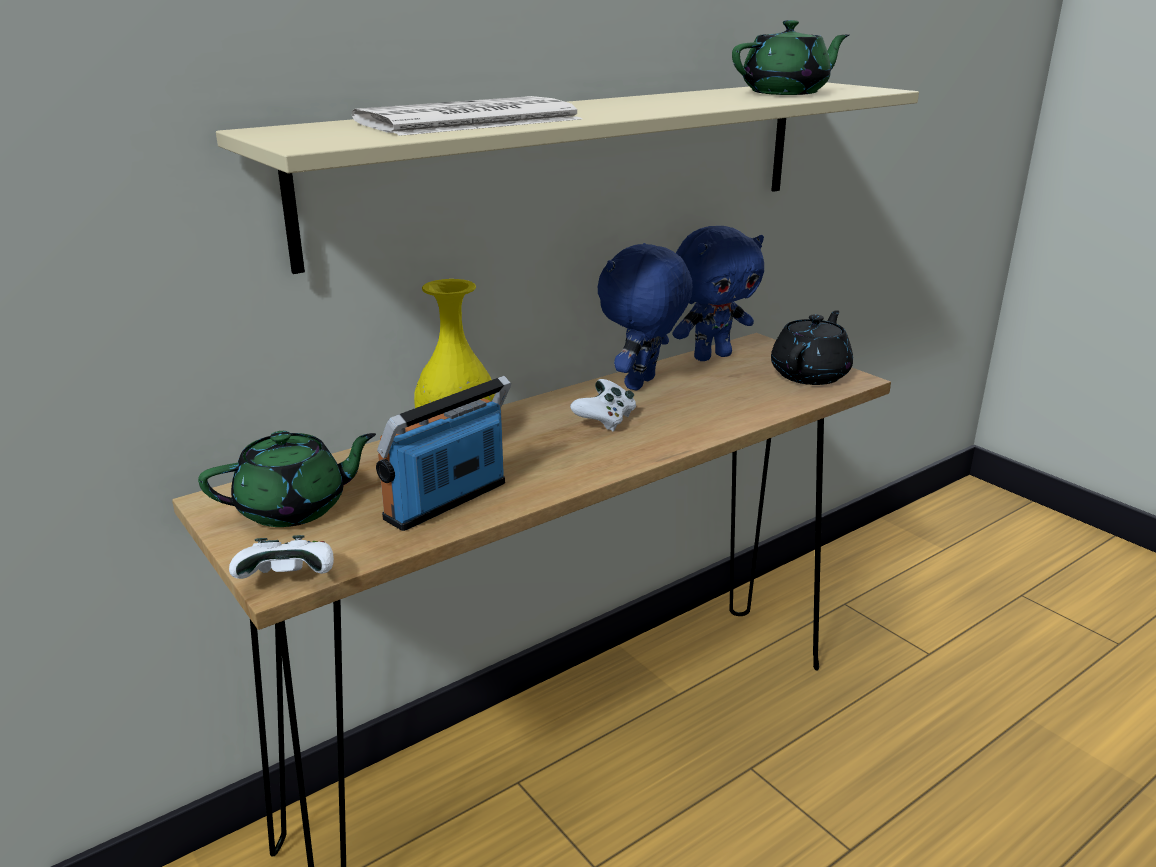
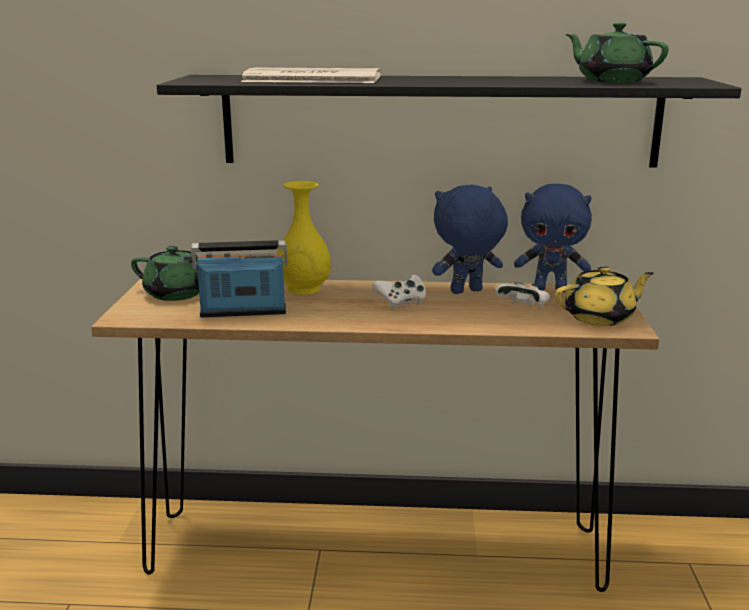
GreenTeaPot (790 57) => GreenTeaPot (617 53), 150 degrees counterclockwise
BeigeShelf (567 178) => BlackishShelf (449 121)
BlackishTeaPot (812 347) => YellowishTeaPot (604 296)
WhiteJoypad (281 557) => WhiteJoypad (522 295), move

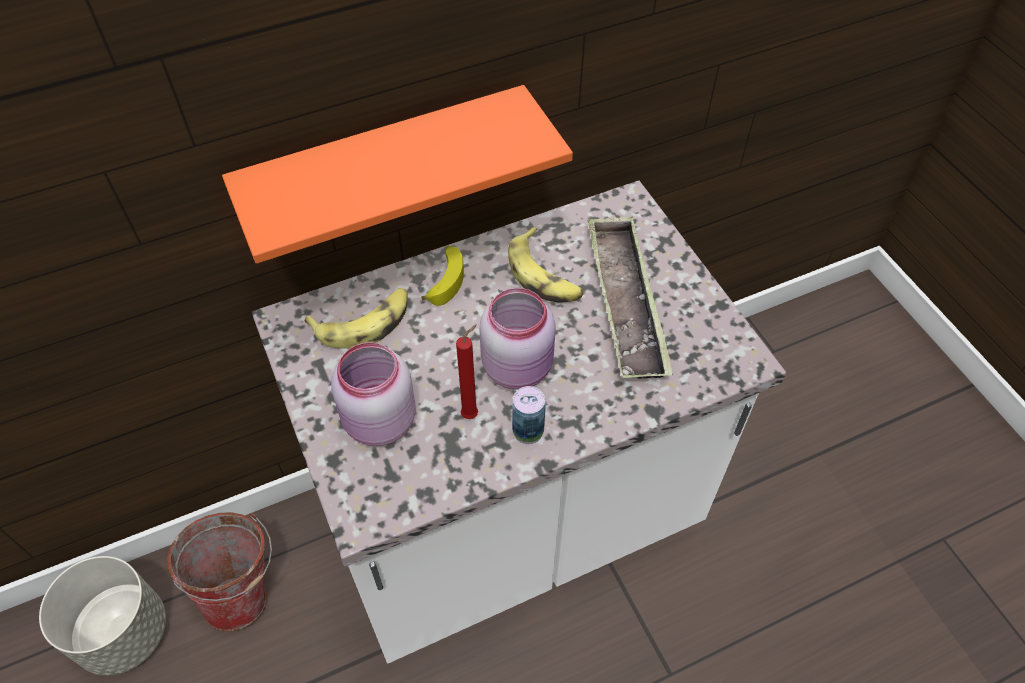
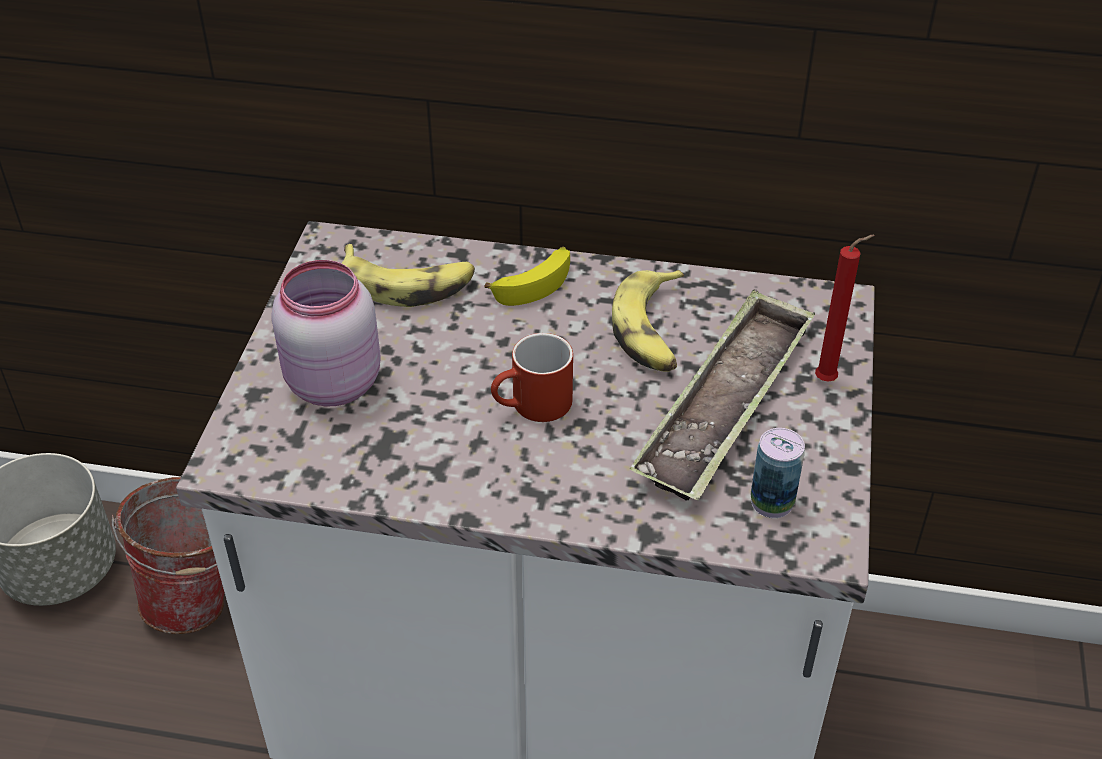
OrangeShelf (397 174) => nothing
PinkColouredPreserveJar (517 339) => RedCoffeeMug (532 377)
RedWaxCandle (467 372) => RedWaxCandle (845 308), move
SealedCan (529 415) => SealedCan (778 473), move

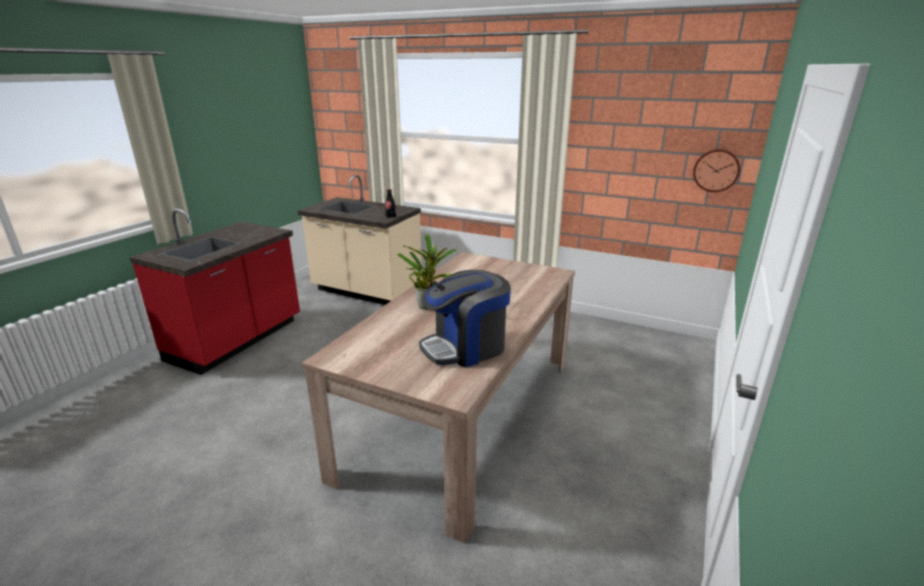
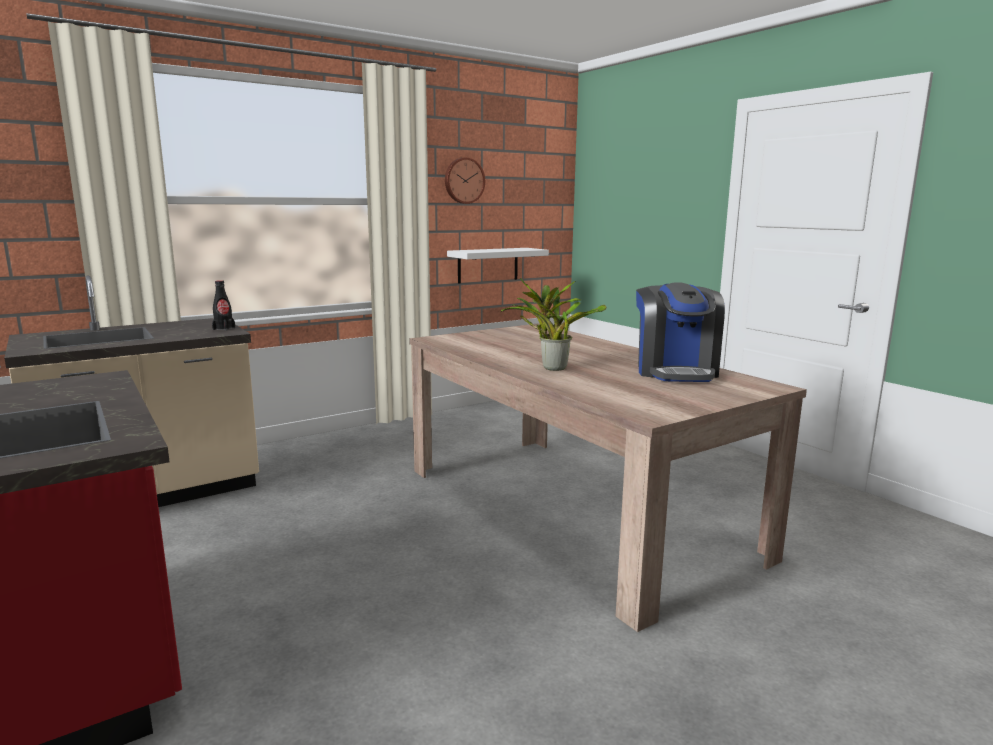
HangingClock (716 170) => HangingClock (465 181), move
nothing => WhiteShelf (498 266)

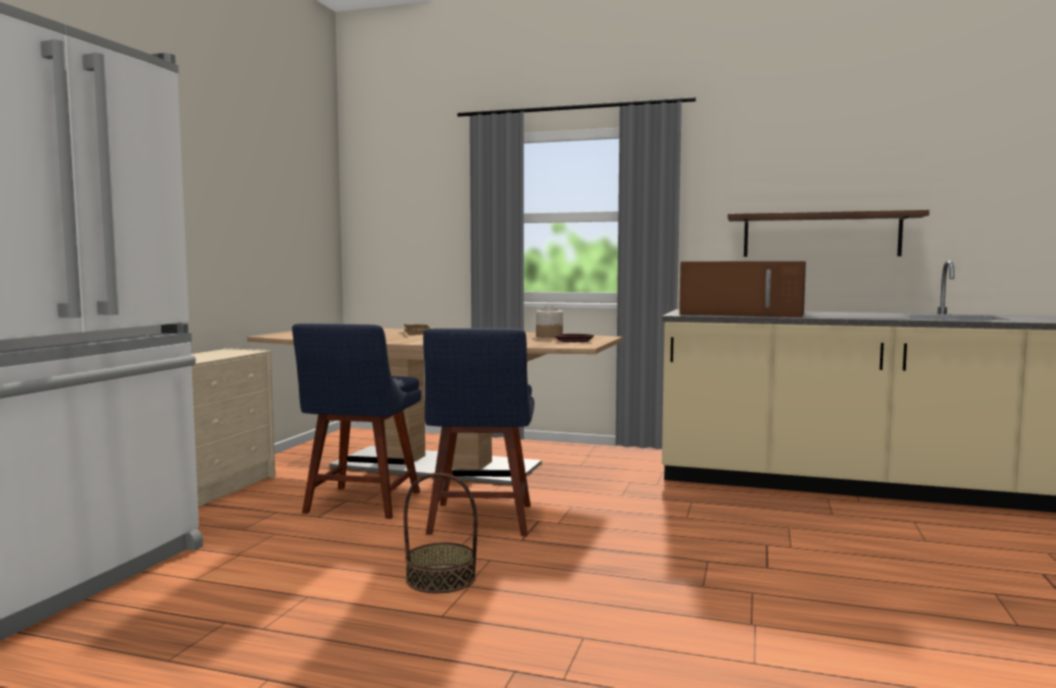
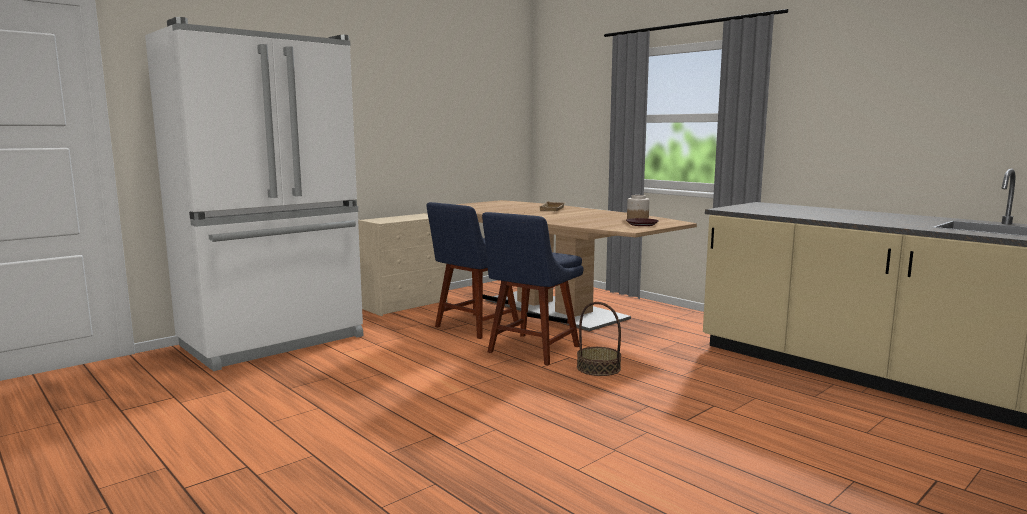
Shelf (828 233) => nothing
BrownColouredMicrowave (742 289) => nothing
HouseholdBasket (441 533) => HouseholdBasket (599 339), move

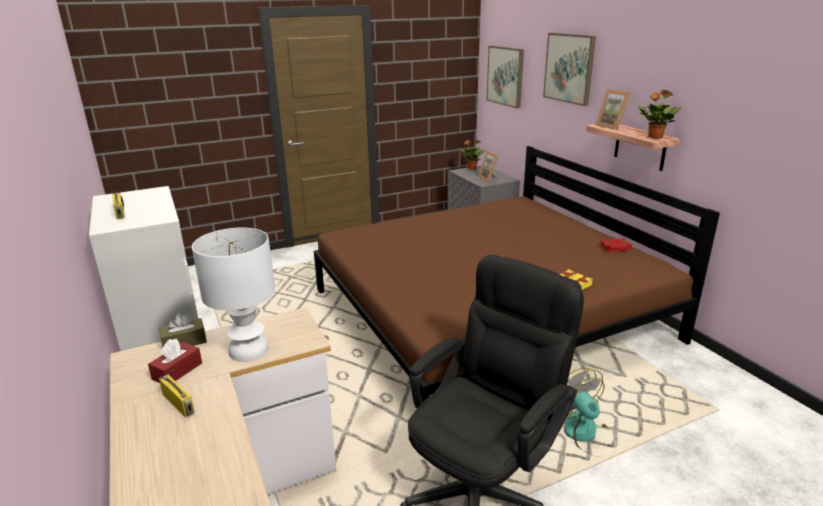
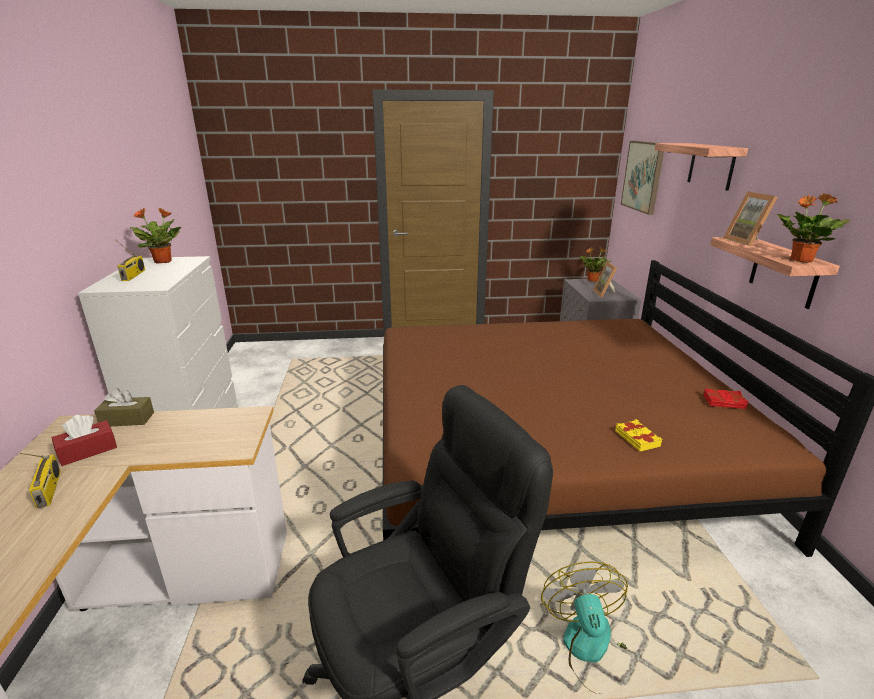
WallPicture (569 69) => Shelf (701 167)
WhiteLampForATable (233 295) => nothing
nothing => Houseplant (155 236)

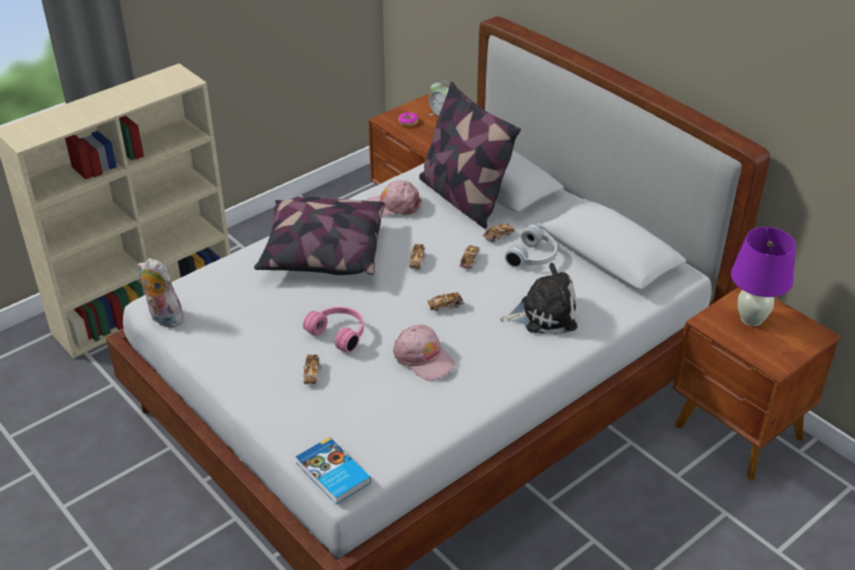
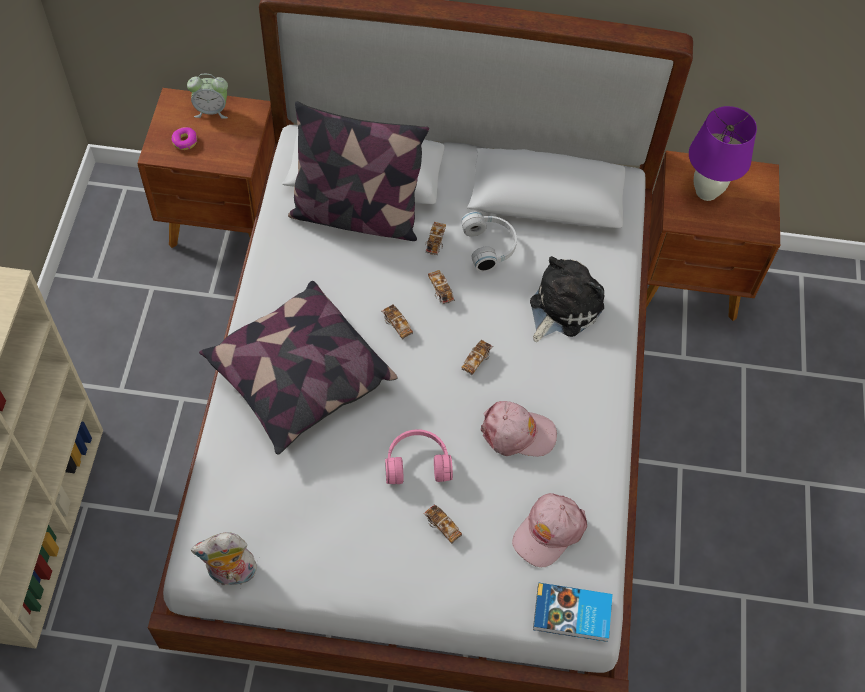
PinkColouredCap (393 198) => PinkColouredCap (549 530), move

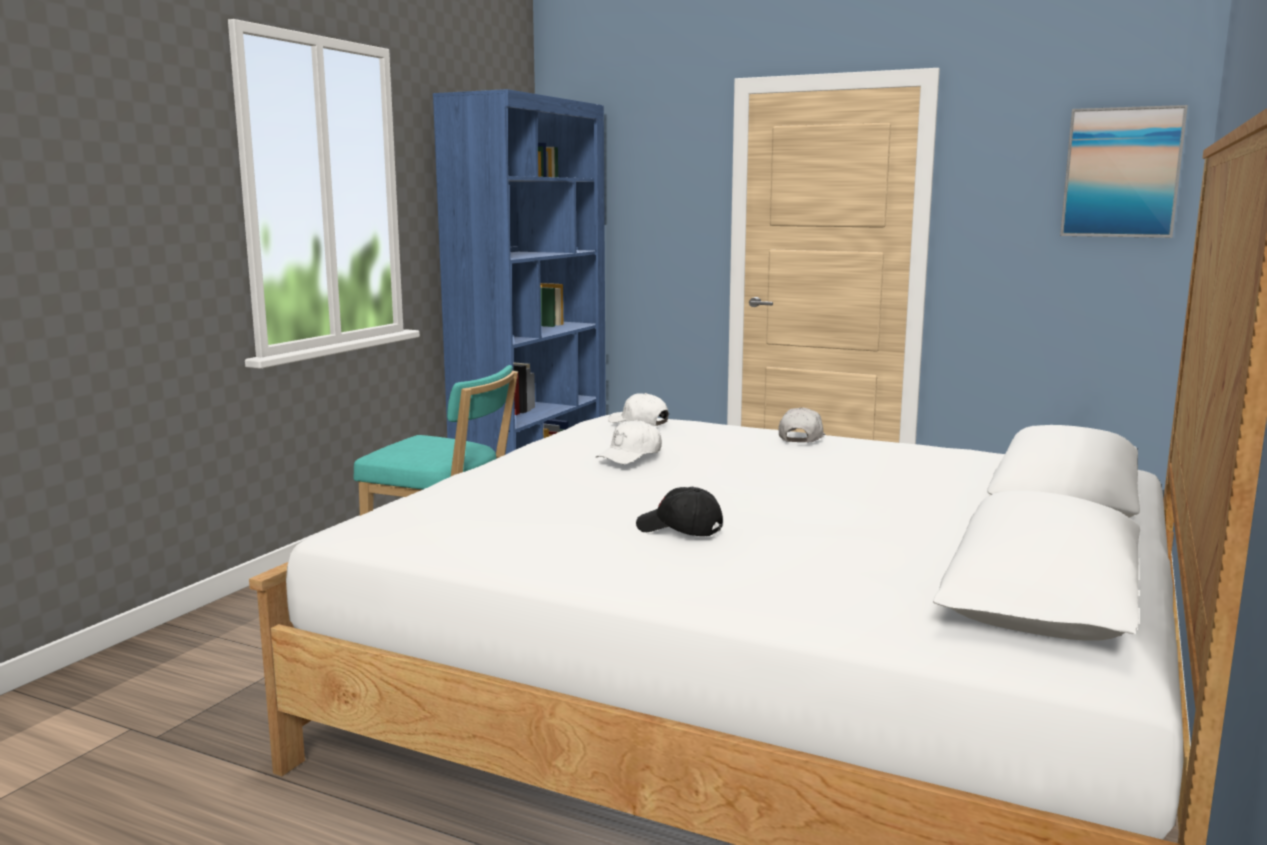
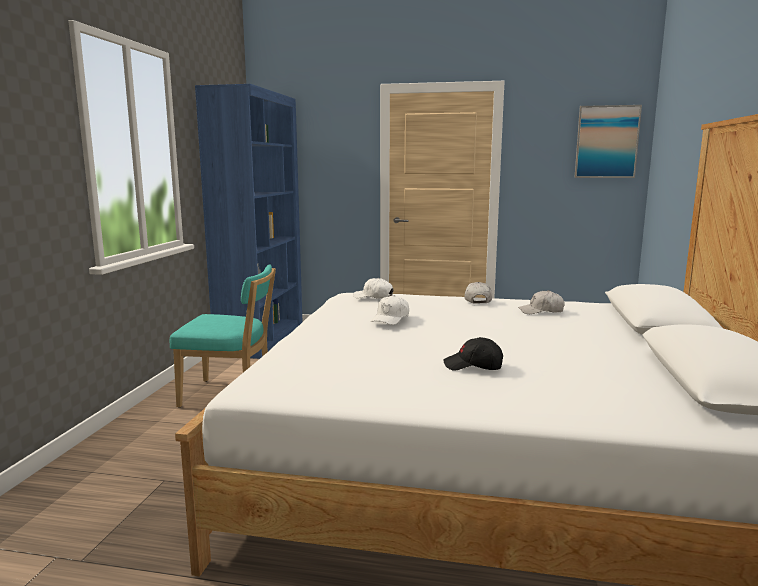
nothing => WhiteCap (541 302)

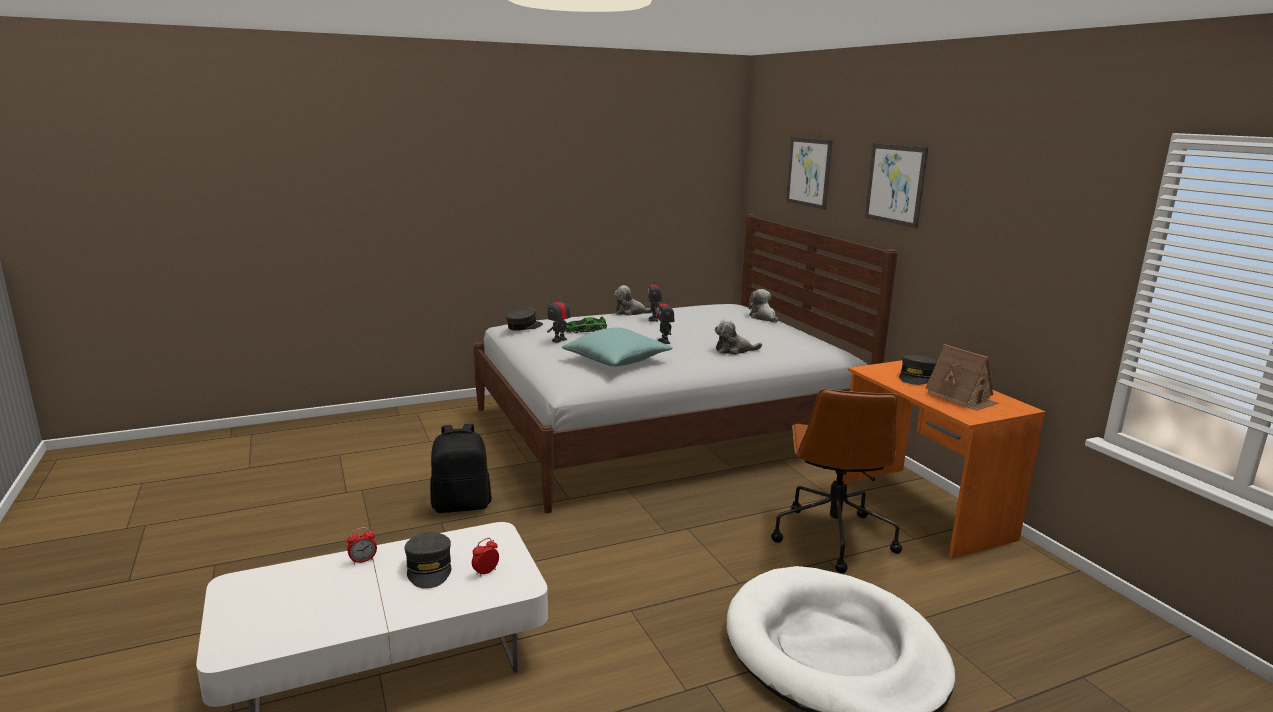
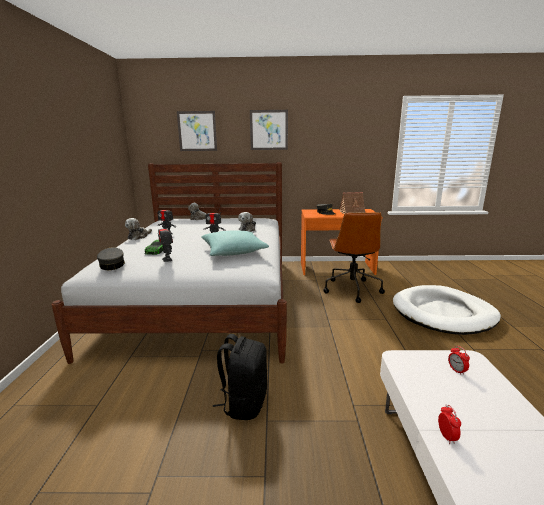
BrownColouredComputerChair (836 481) => BrownColouredComputerChair (354 257), 60 degrees clockwise
GrayCap (428 560) => nothing

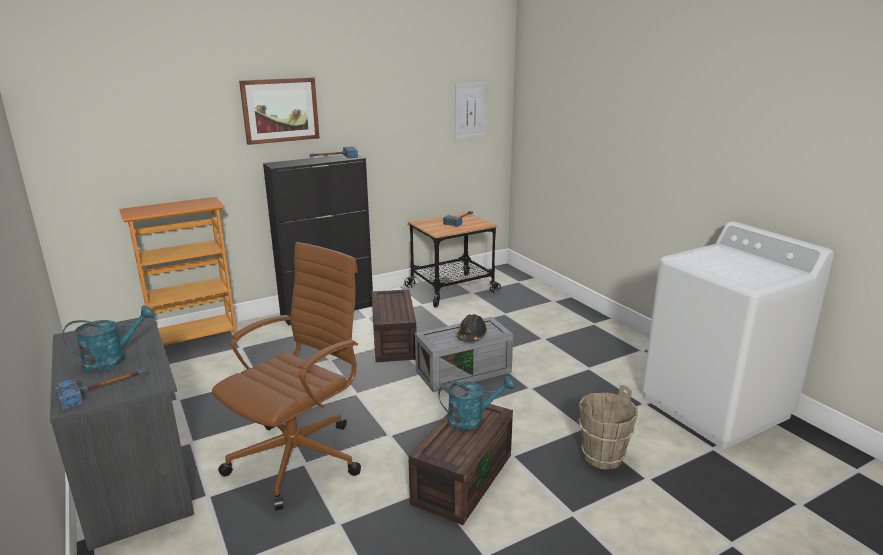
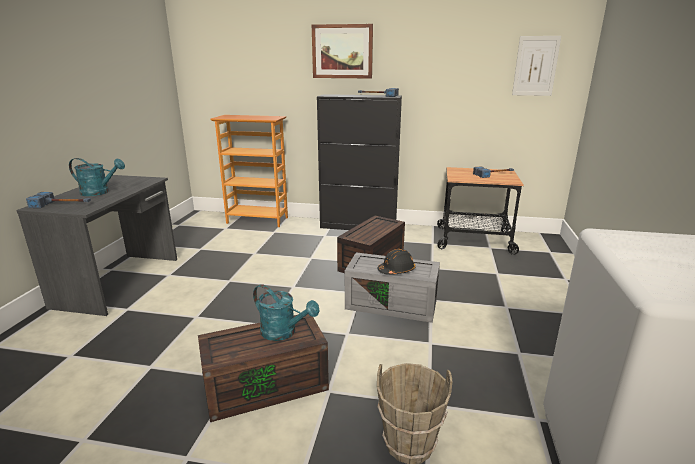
BrownColouredComputerChair (286 376) => nothing

